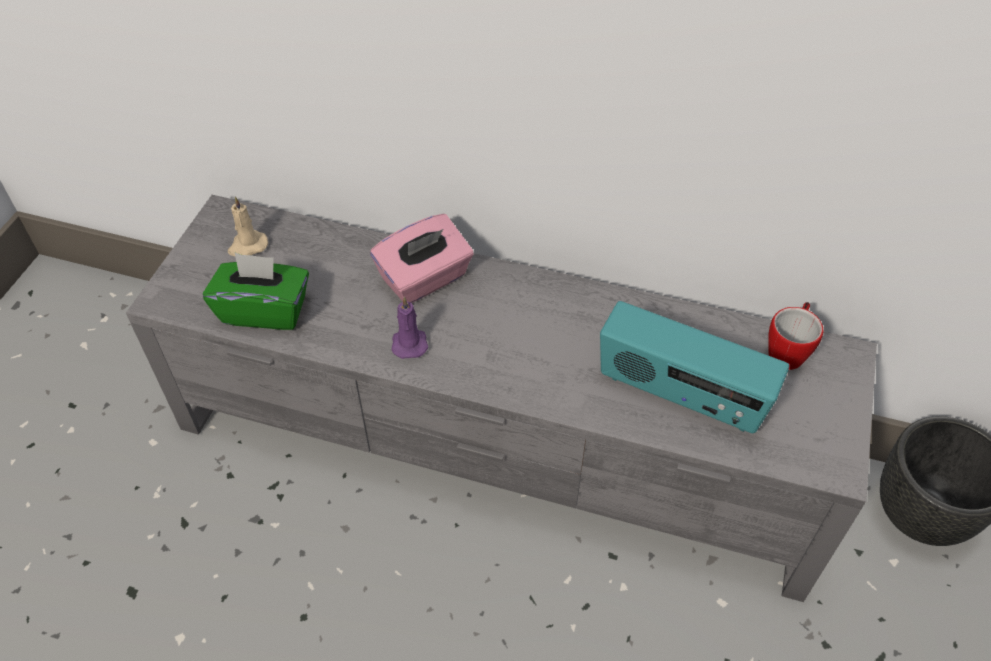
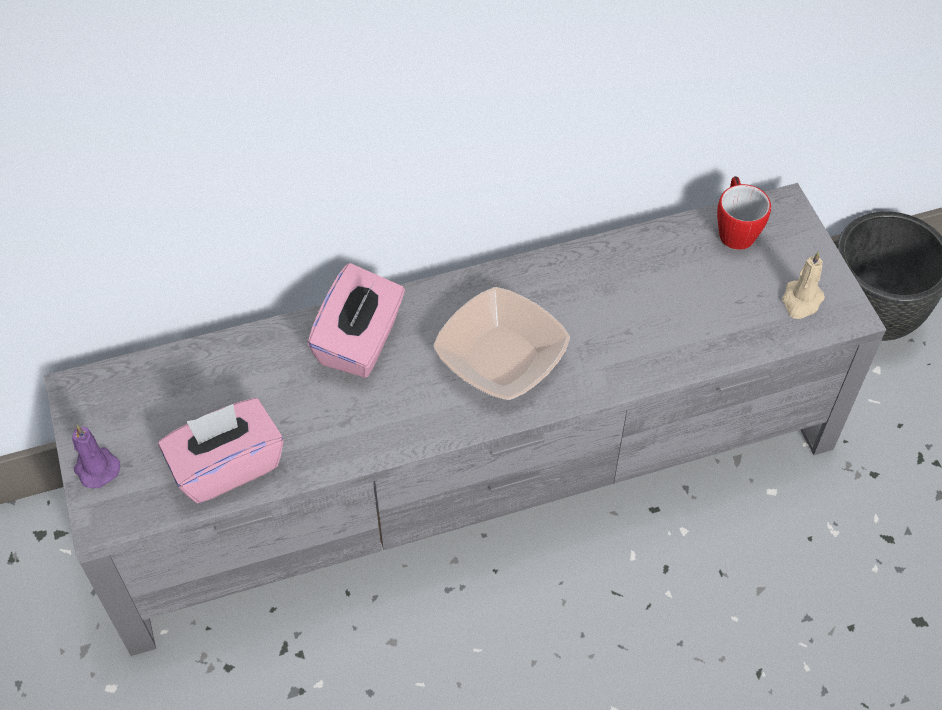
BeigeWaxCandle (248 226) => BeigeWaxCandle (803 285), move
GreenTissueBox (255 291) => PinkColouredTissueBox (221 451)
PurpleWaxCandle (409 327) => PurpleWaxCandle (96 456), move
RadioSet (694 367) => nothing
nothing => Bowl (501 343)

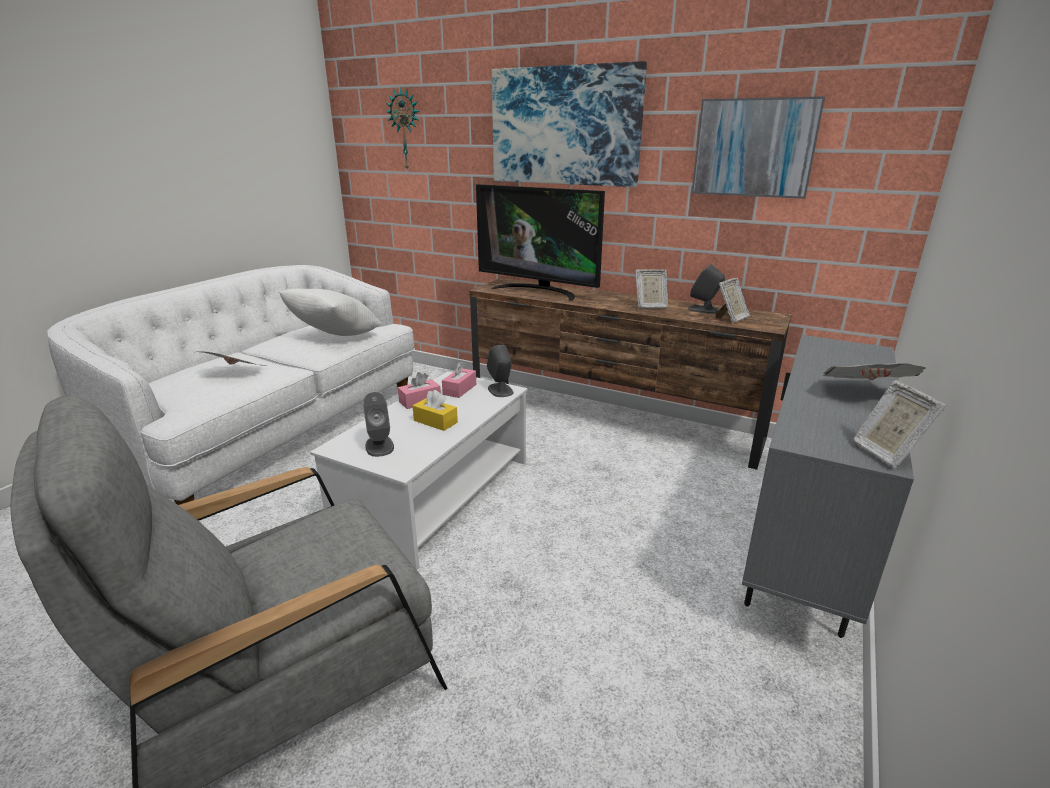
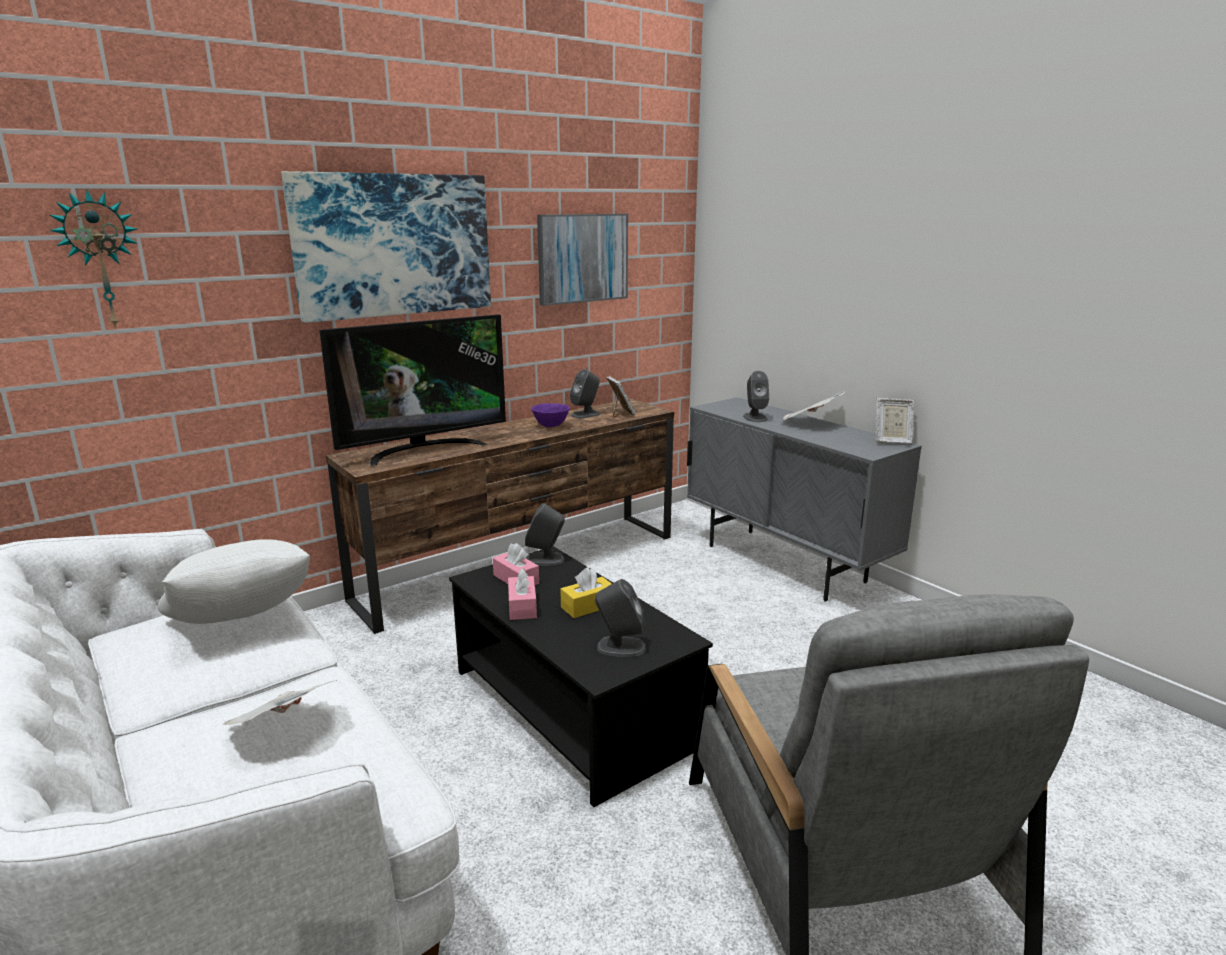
PhotoFrame (651 289) => PurpleBowl (550 415)
WhiteLoungeTable (419 470) => BlackishLoungeTable (581 676)
nothing => GrayAudioSpeaker (756 396)

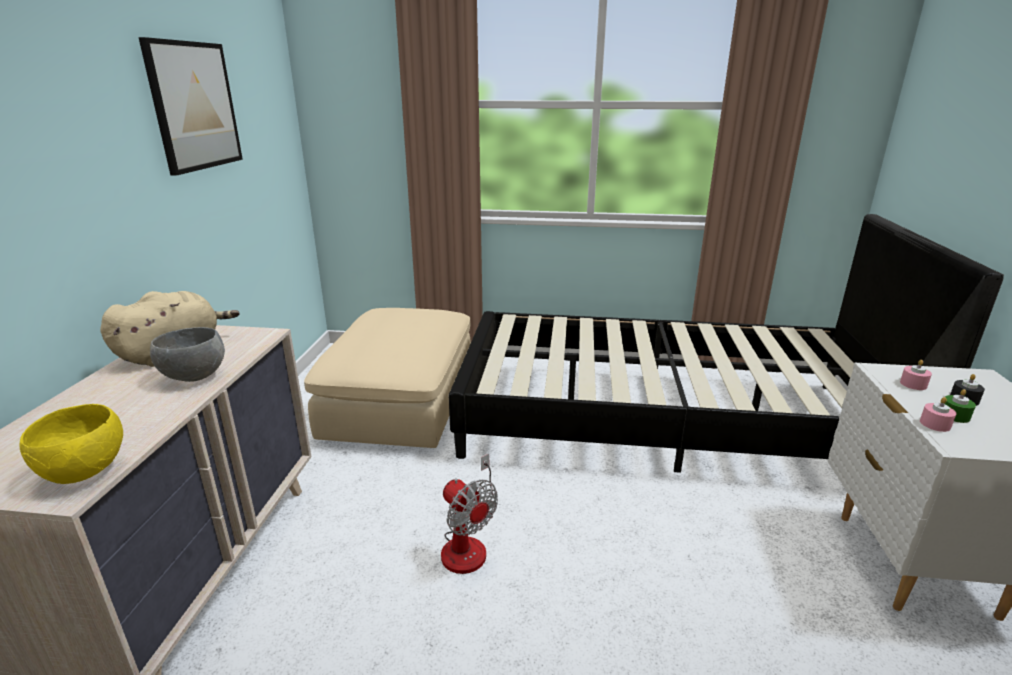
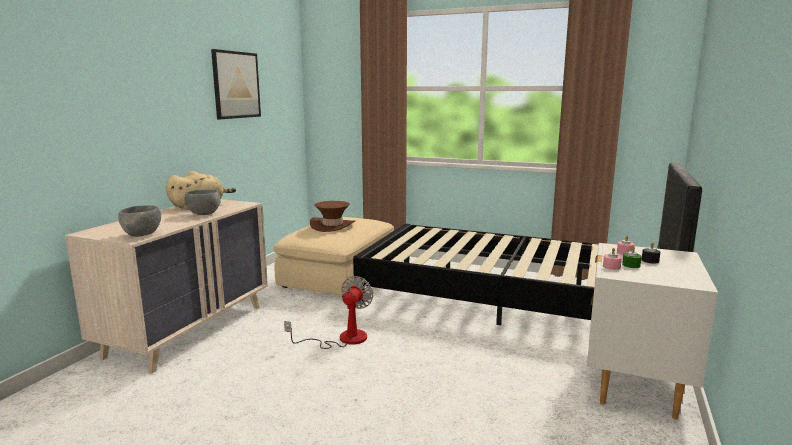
YellowishBowl (71 444) => GrayBowl (139 221)
Fan (469 514) => Fan (328 312), 135 degrees counterclockwise
nothing => BrownColouredWearableHat (332 216)

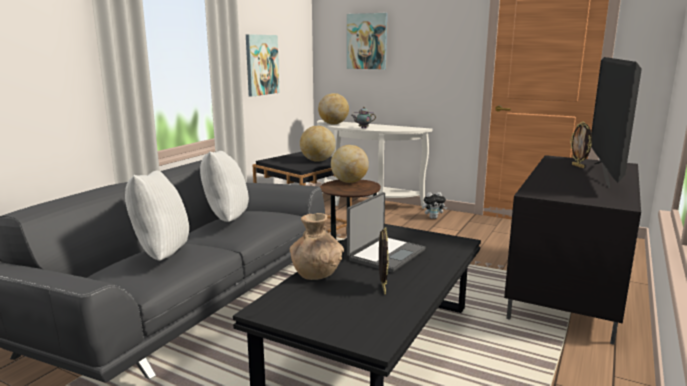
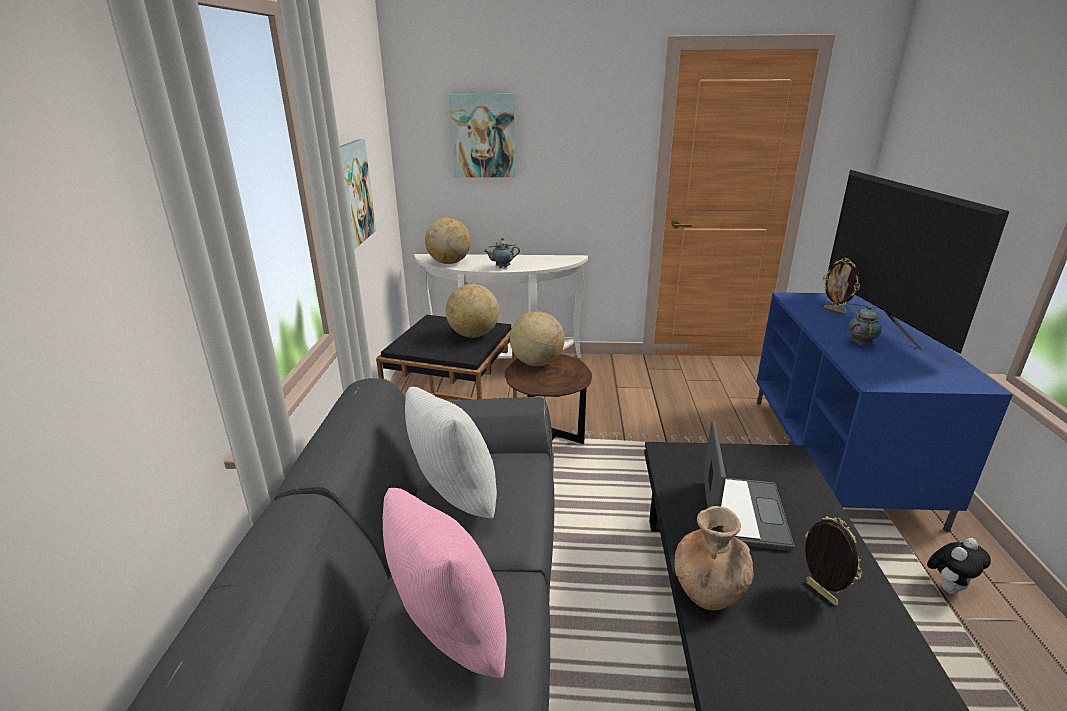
BlackishMediaConsole (572 250) => BlueColouredMediaConsole (885 412)
WhiteCushion (157 215) => PinkColouredCushion (445 583)
SoftToy (435 205) => SoftToy (959 566), move
nothing => TeaPot (865 326)

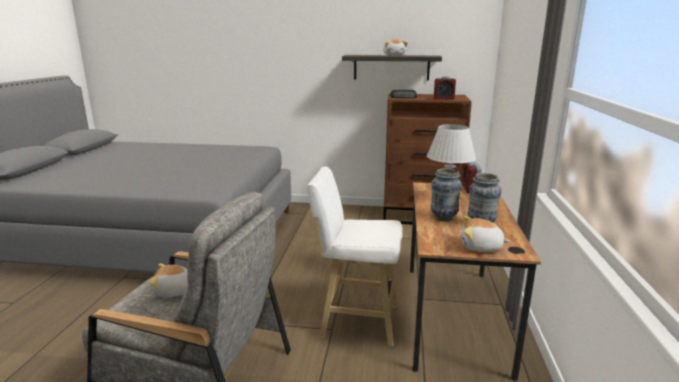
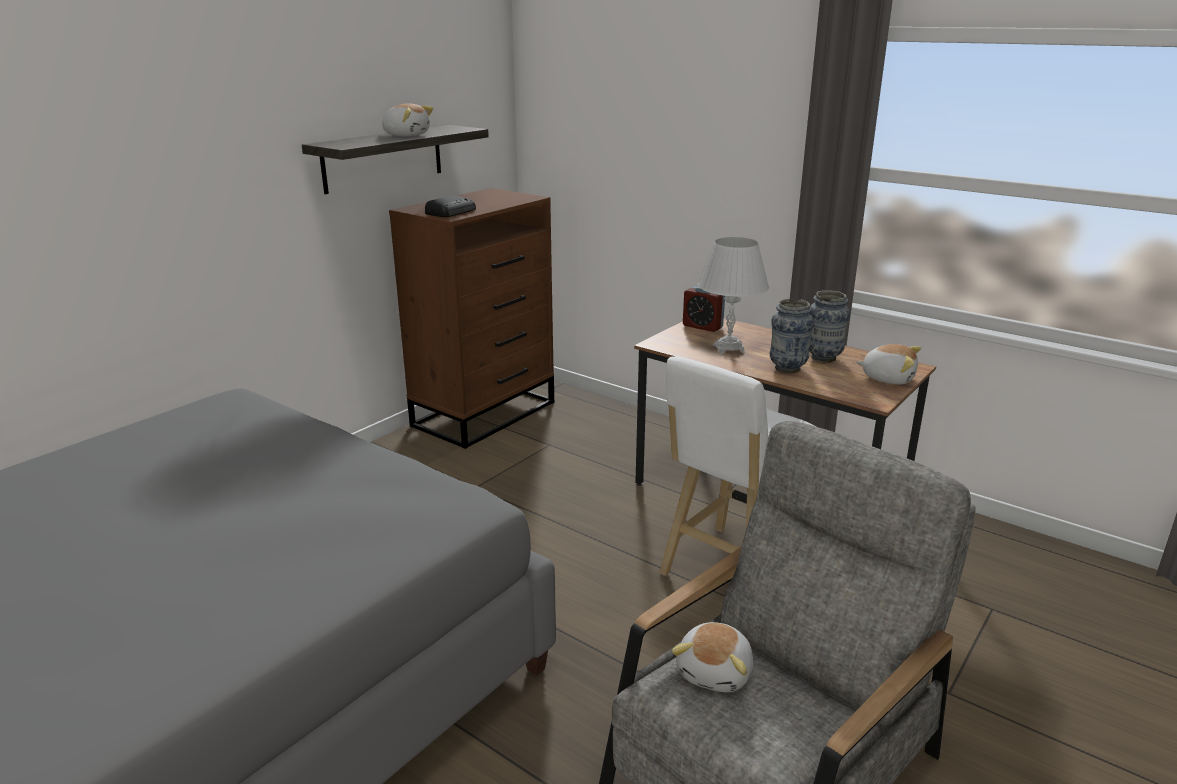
TableClock (445 88) => nothing
SoftToy (485 234) => SoftToy (888 364), 105 degrees counterclockwise

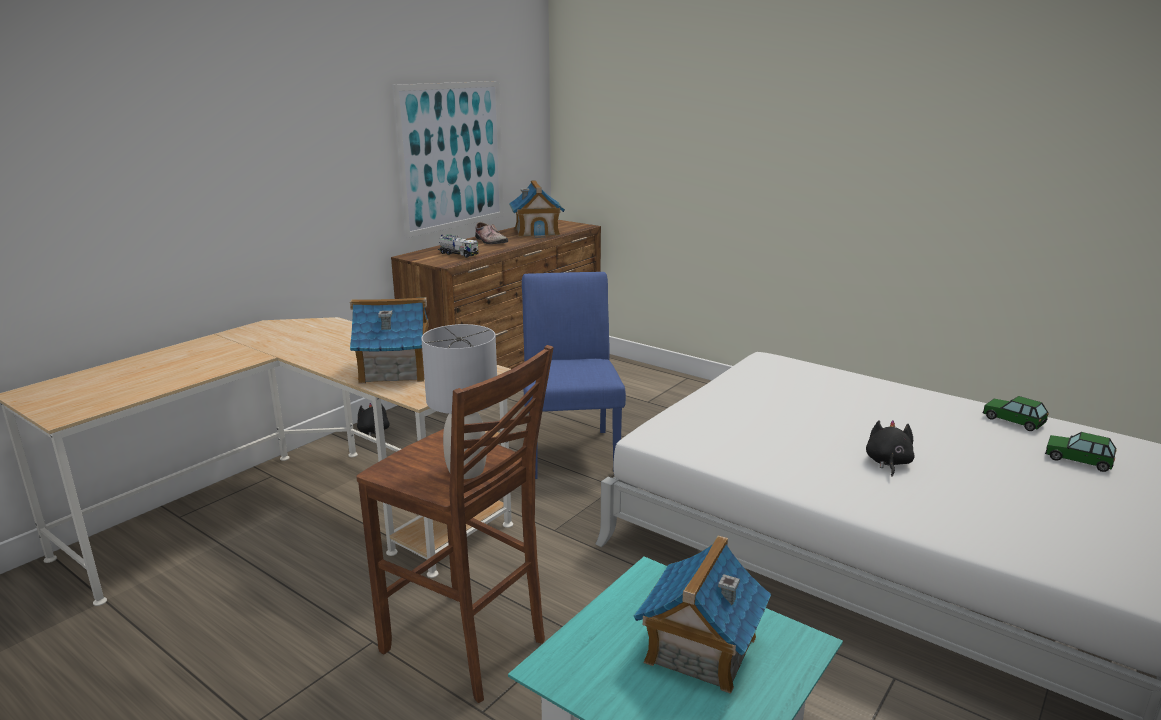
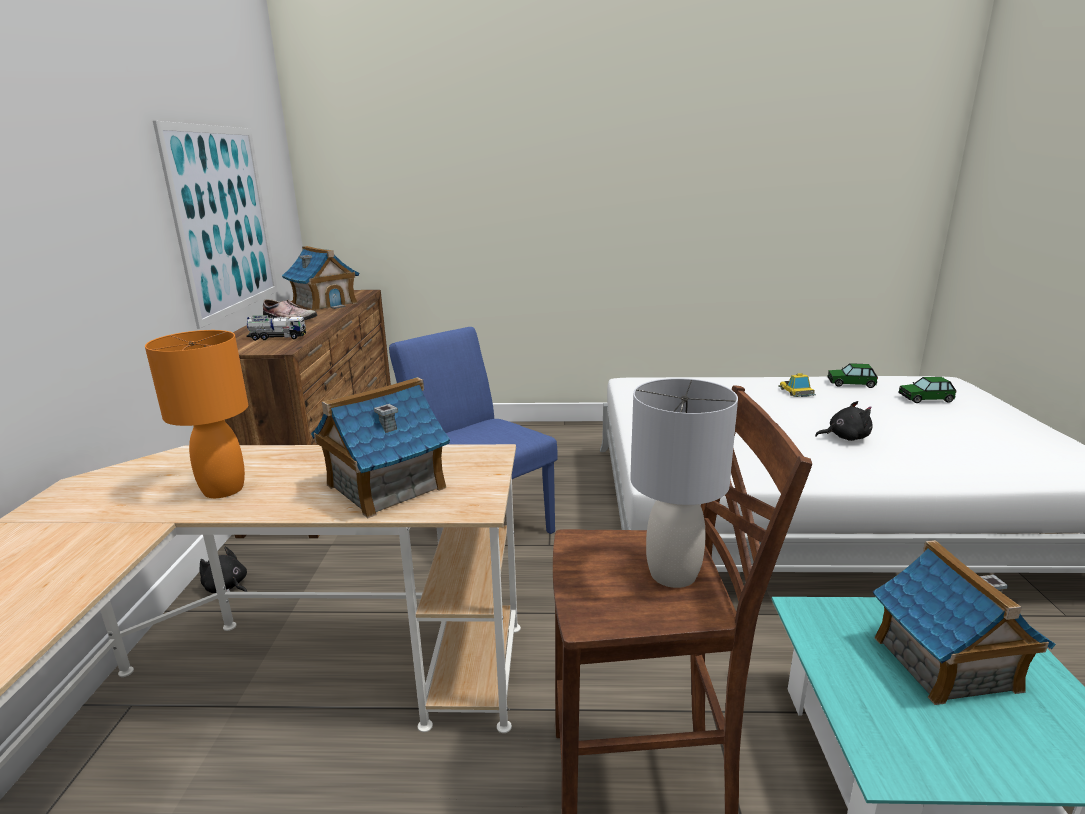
BlackishSoftToy (890 448) => BlackishSoftToy (844 421), 105 degrees clockwise
nothing => OrangeLampForATable (196 414)
nothing => ModelCar (797 385)

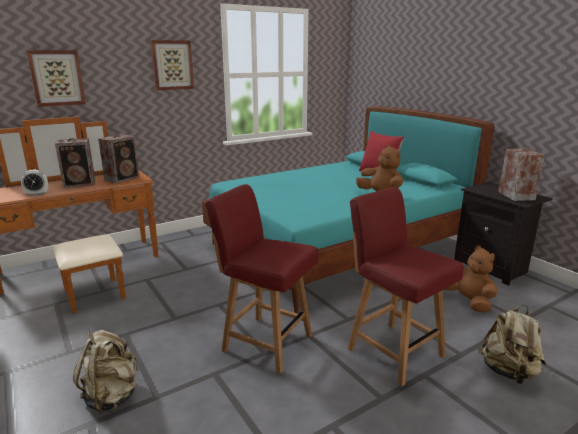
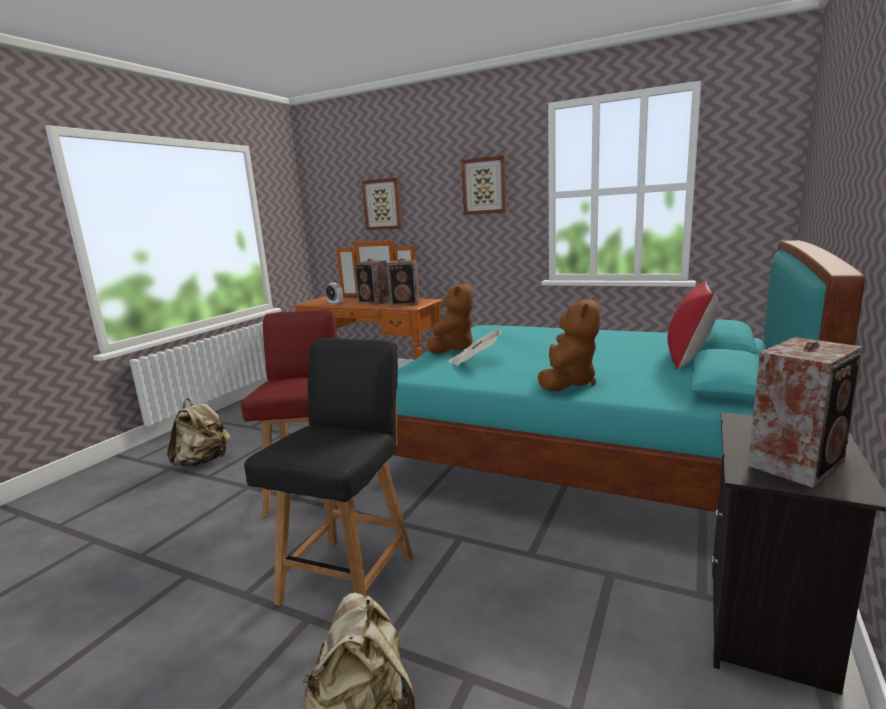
RedUprightChair (406 286) => BlackishUprightChair (328 472)
BrownColouredSoftToy (471 279) => BrownColouredSoftToy (450 318), move
nothing => DailyPaper (475 348)

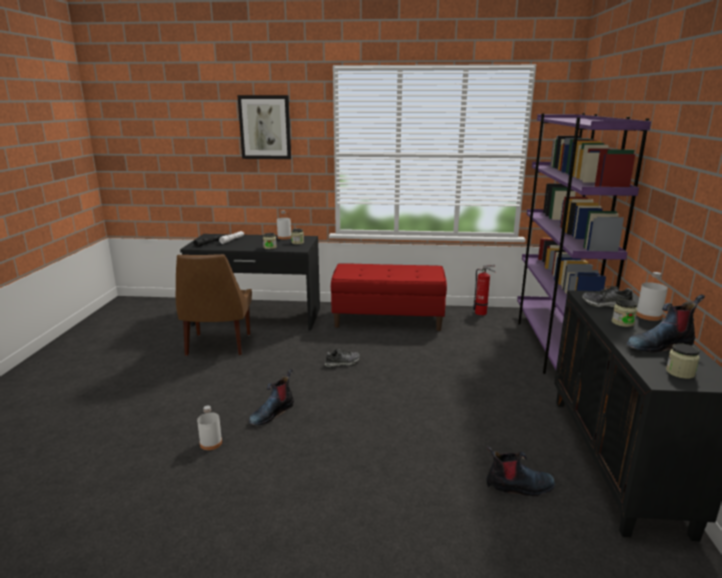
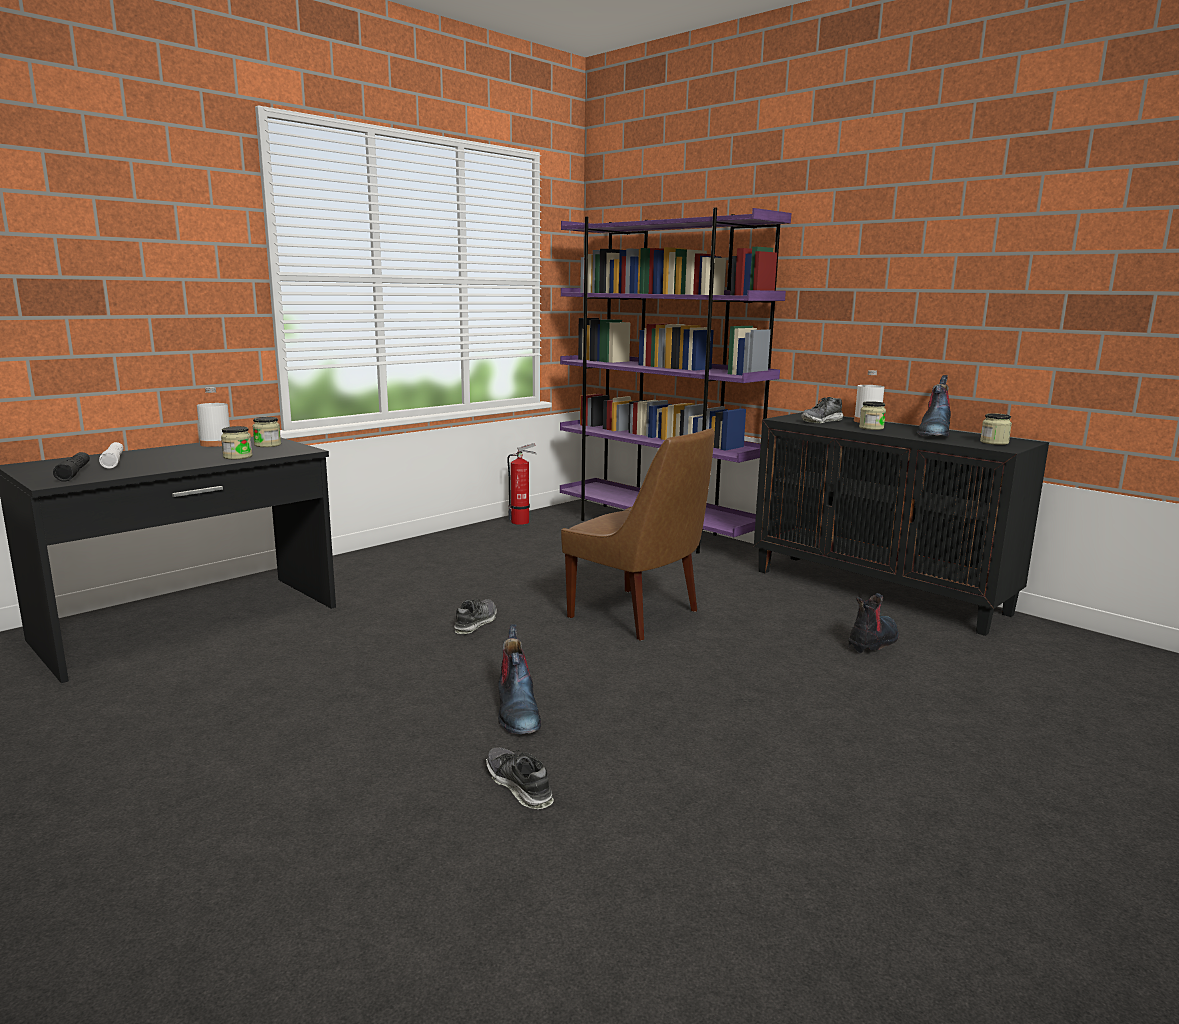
WallPicture (264 127) => nothing
BrownColouredUprightChair (214 305) => BrownColouredUprightChair (638 534), move
RedBench (389 297) => nothing
WhiteBottle (209 428) => Shoe (520 778)

